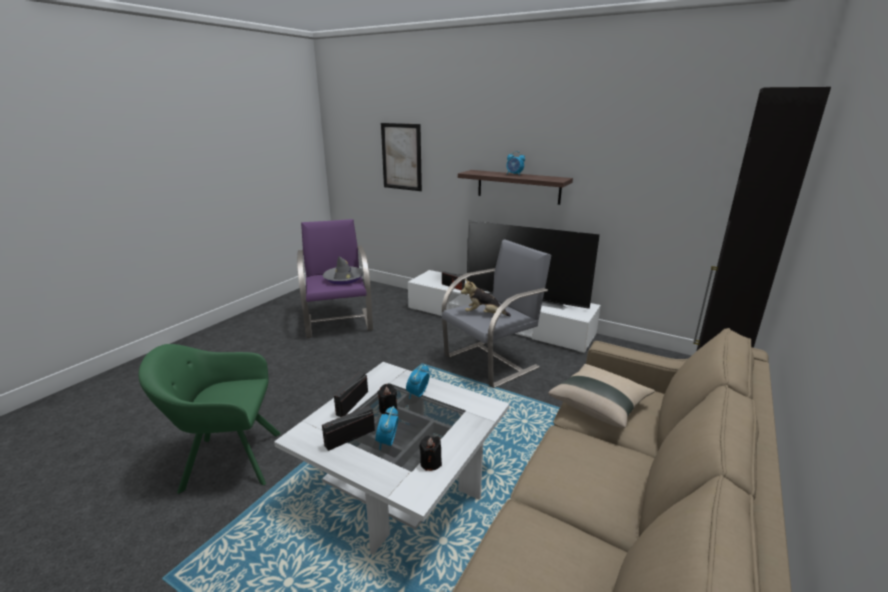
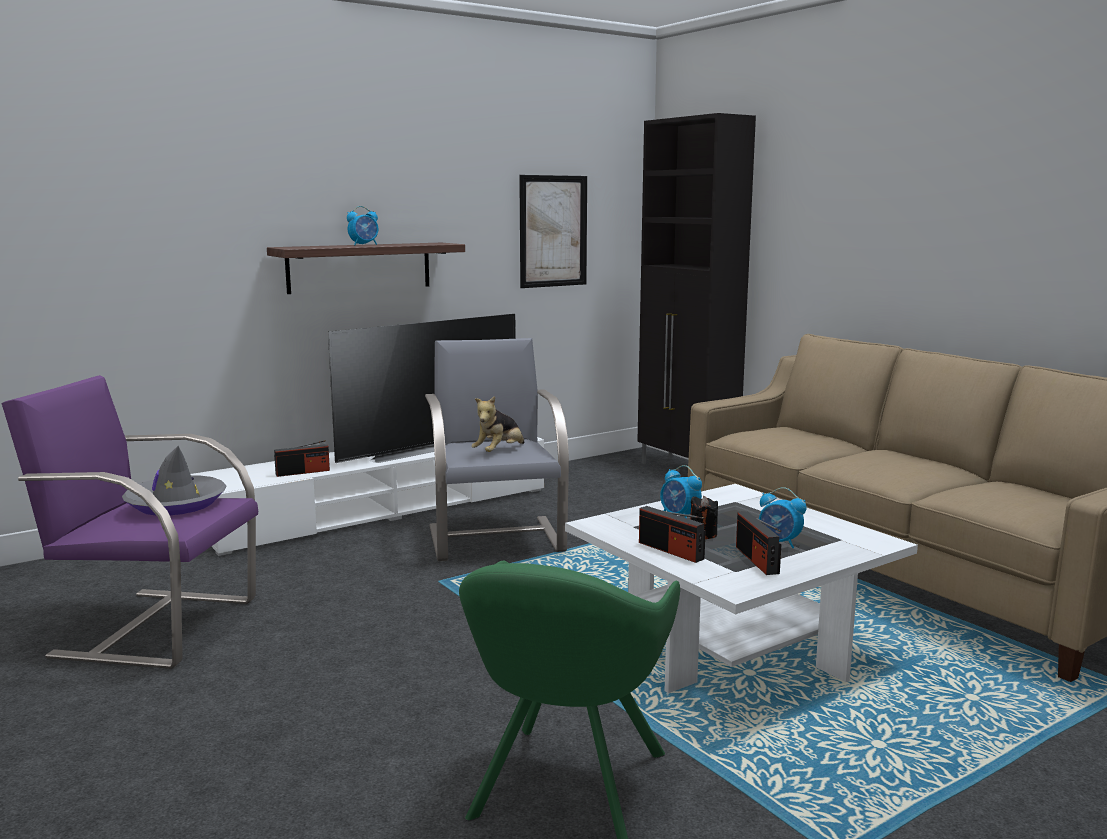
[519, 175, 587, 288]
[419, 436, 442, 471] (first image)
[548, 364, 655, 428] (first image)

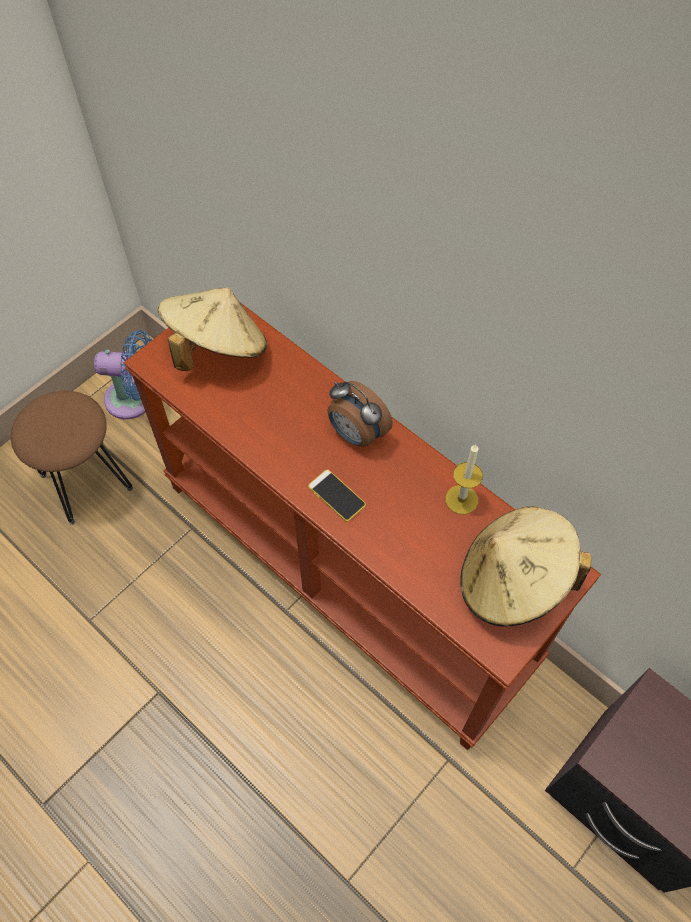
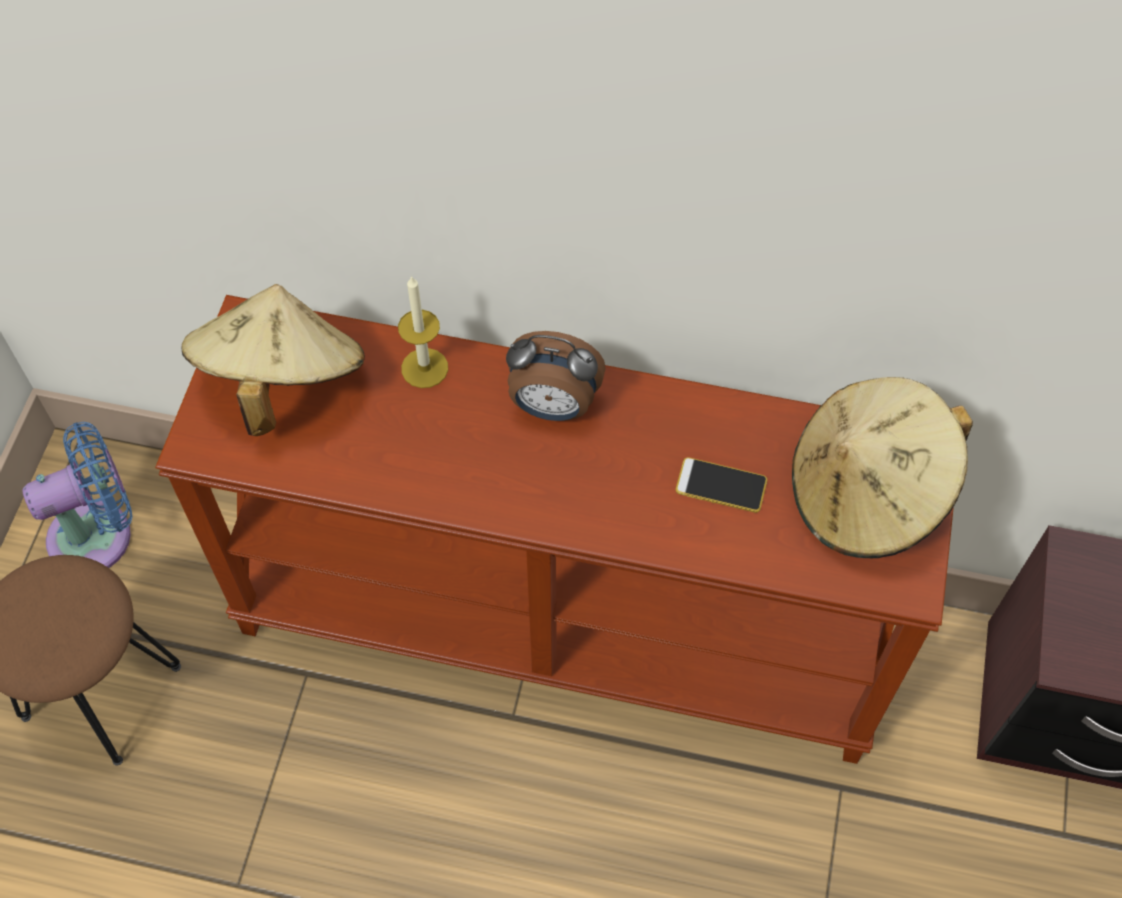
[398, 275, 448, 388]
[676, 457, 767, 513]

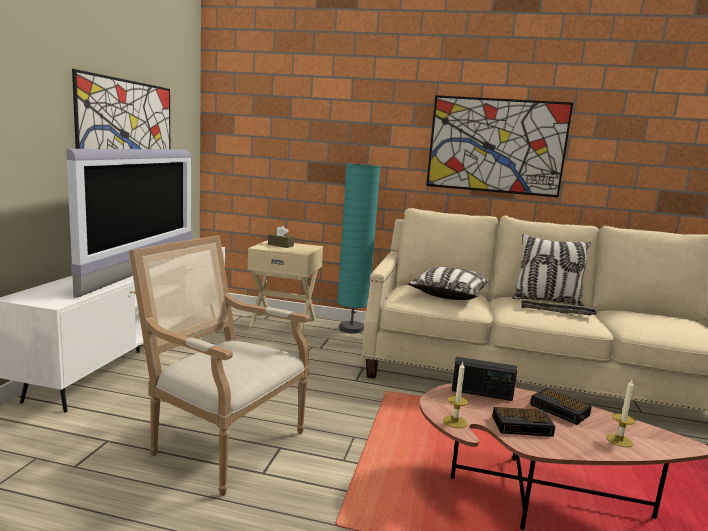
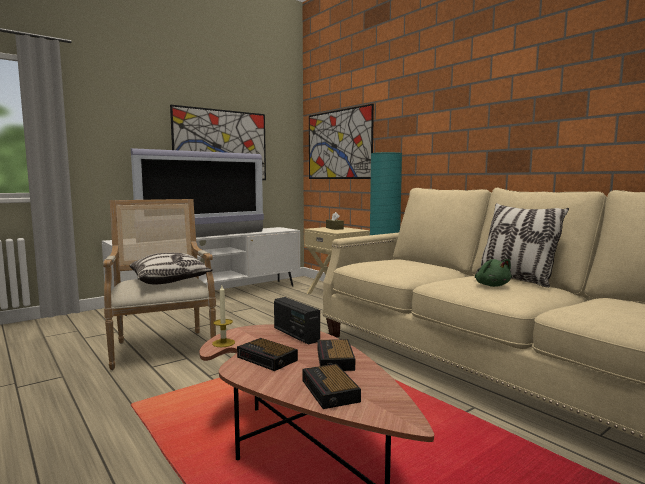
[130, 253, 213, 285]
[303, 364, 361, 409]
[309, 104, 374, 179]
[475, 259, 512, 287]

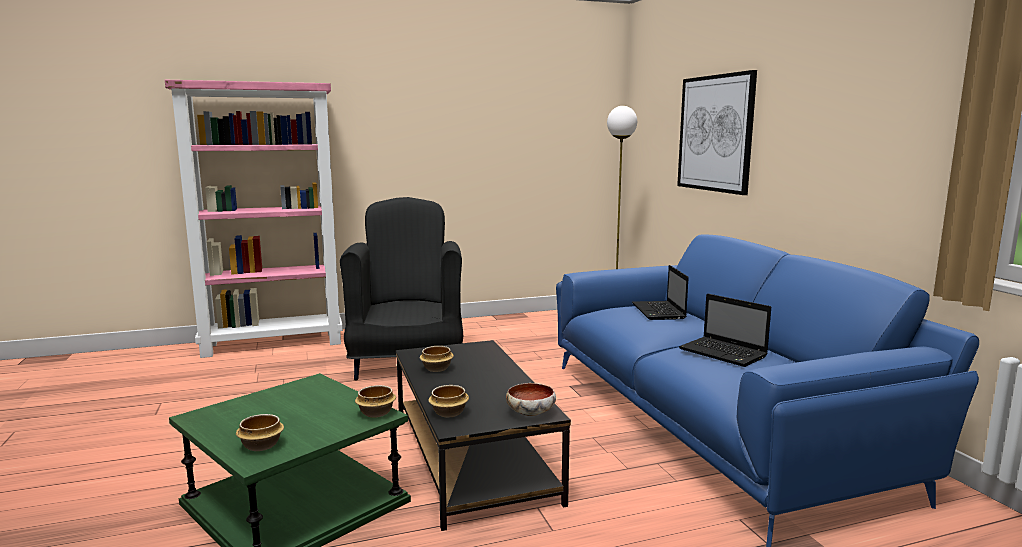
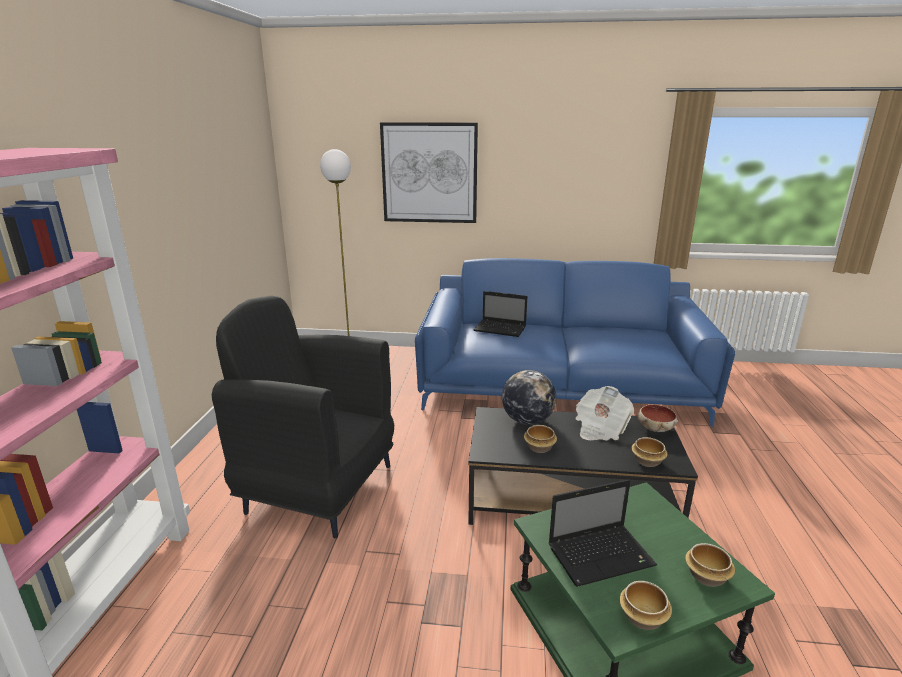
[502, 370, 556, 425]
[549, 479, 657, 587]
[575, 386, 634, 440]
[620, 581, 672, 630]

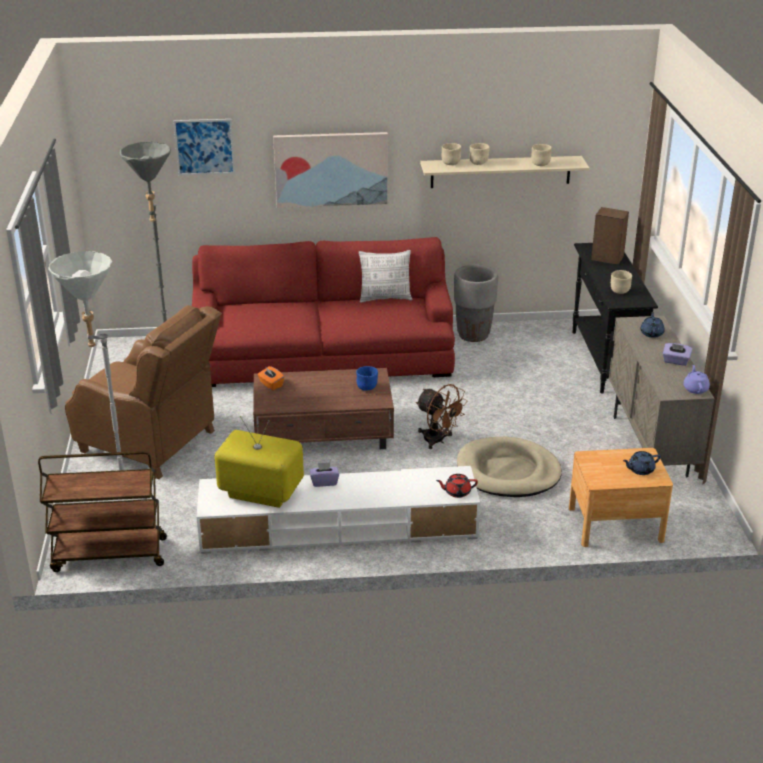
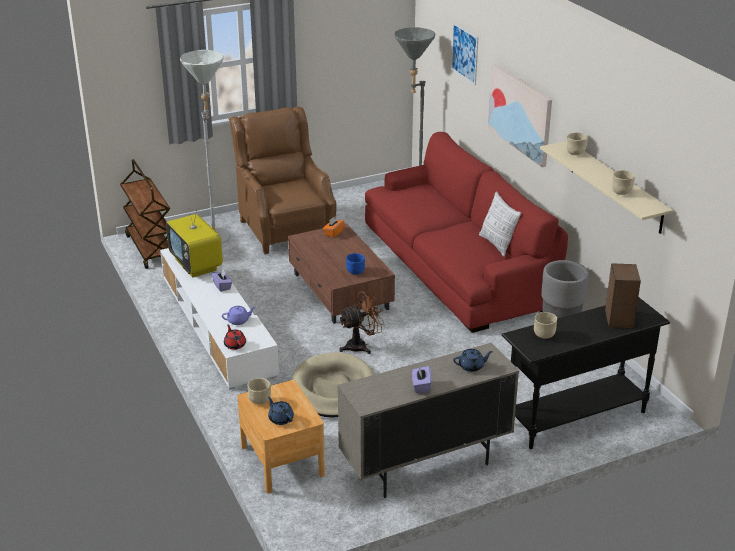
[166, 200, 223, 277]
[222, 306, 255, 325]
[229, 106, 337, 254]
[248, 378, 271, 404]
[339, 290, 384, 354]

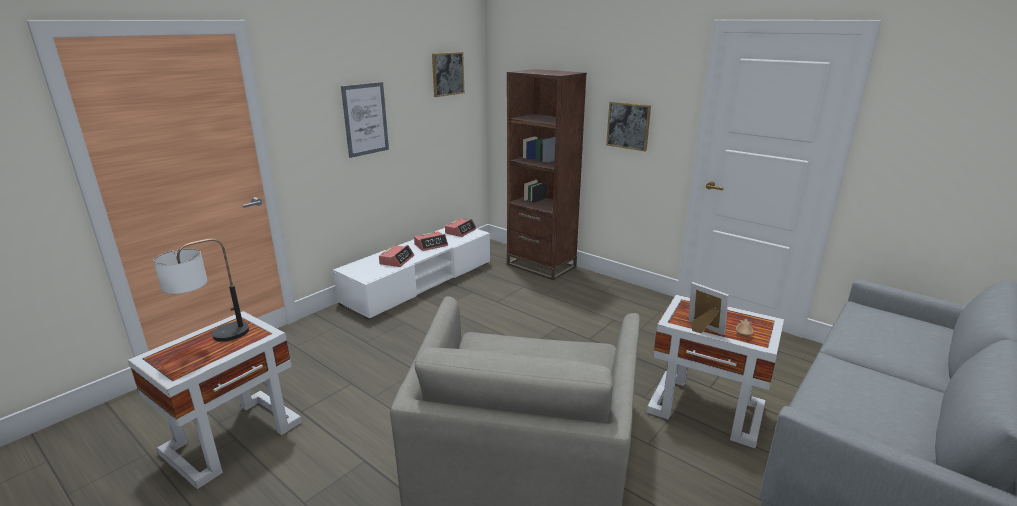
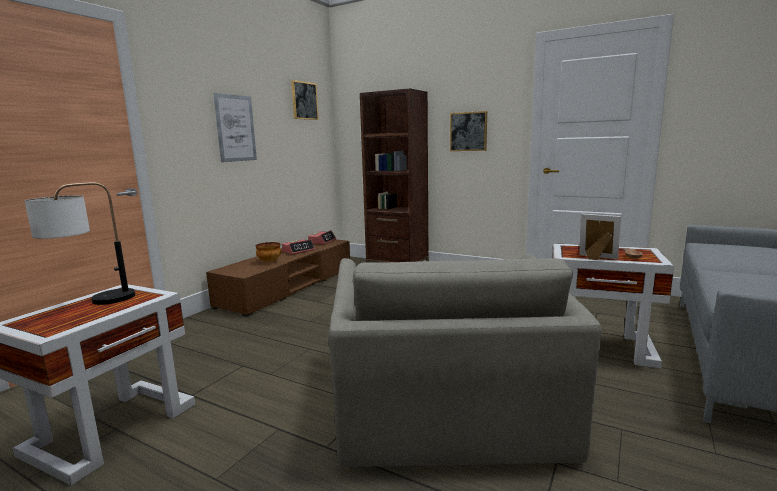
[206, 239, 350, 317]
[256, 242, 281, 262]

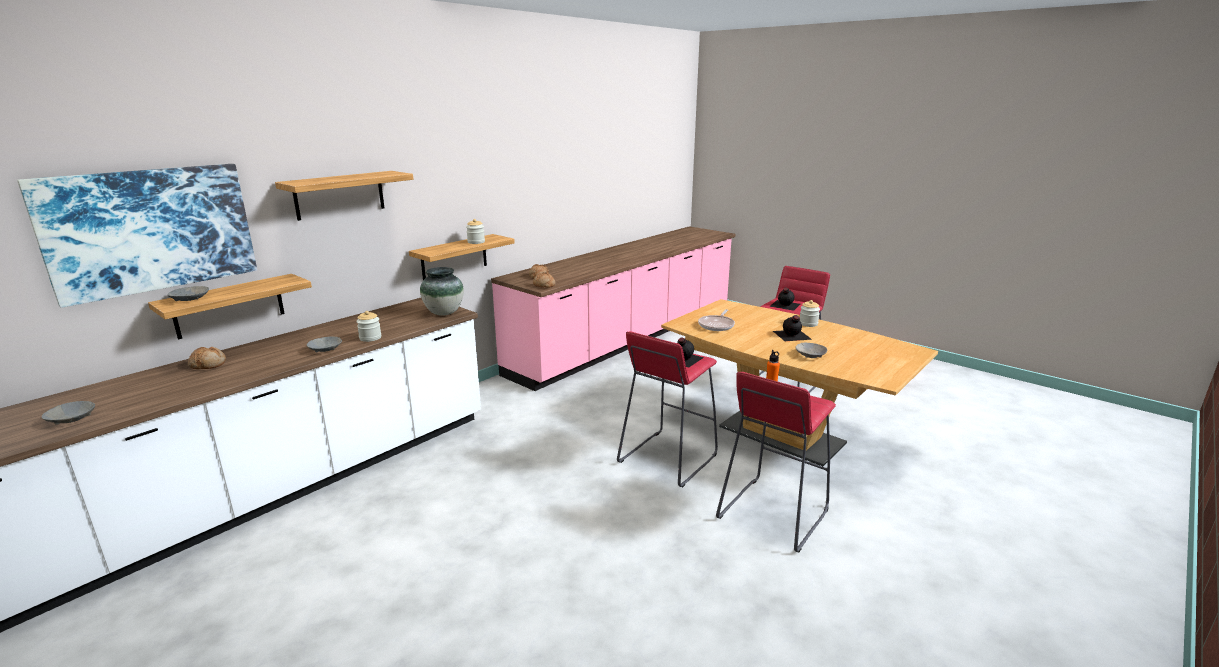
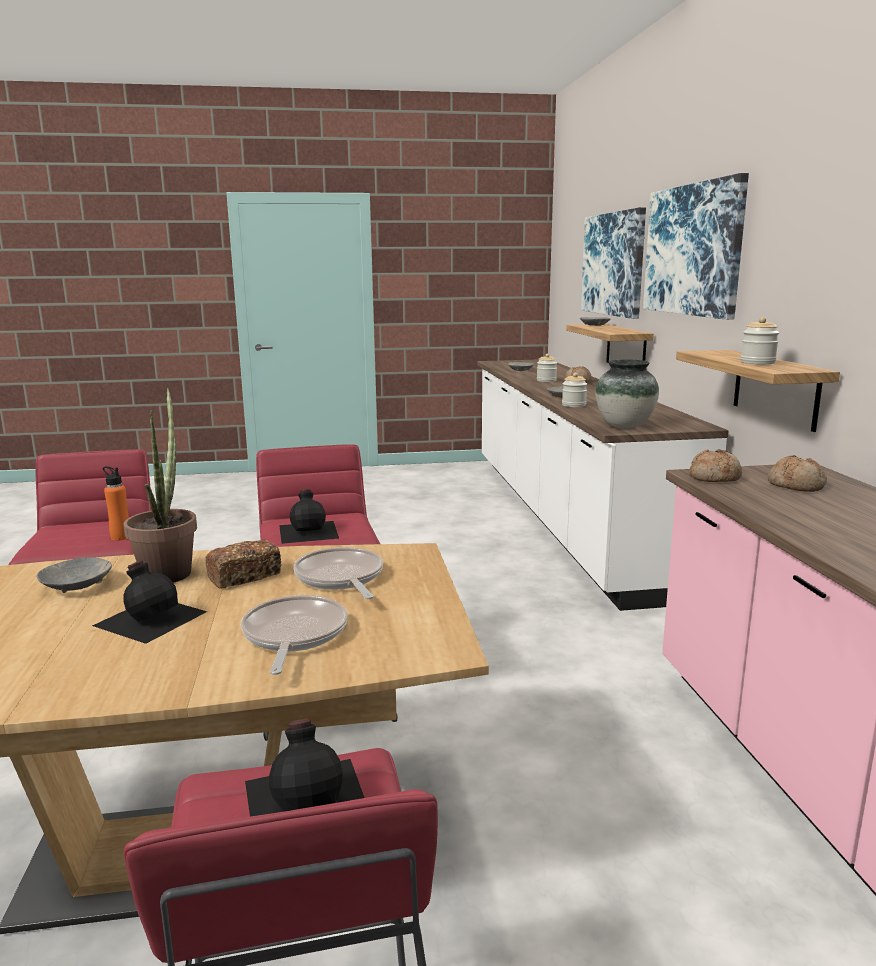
[123, 388, 197, 583]
[205, 539, 282, 589]
[241, 595, 348, 675]
[537, 354, 557, 382]
[643, 173, 749, 320]

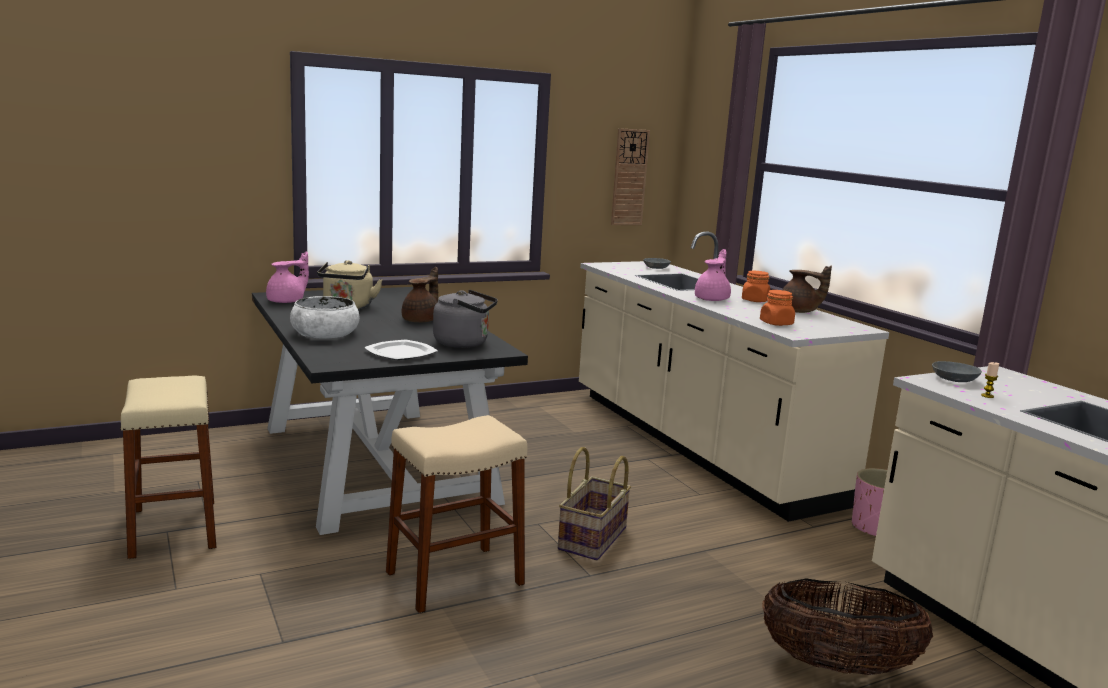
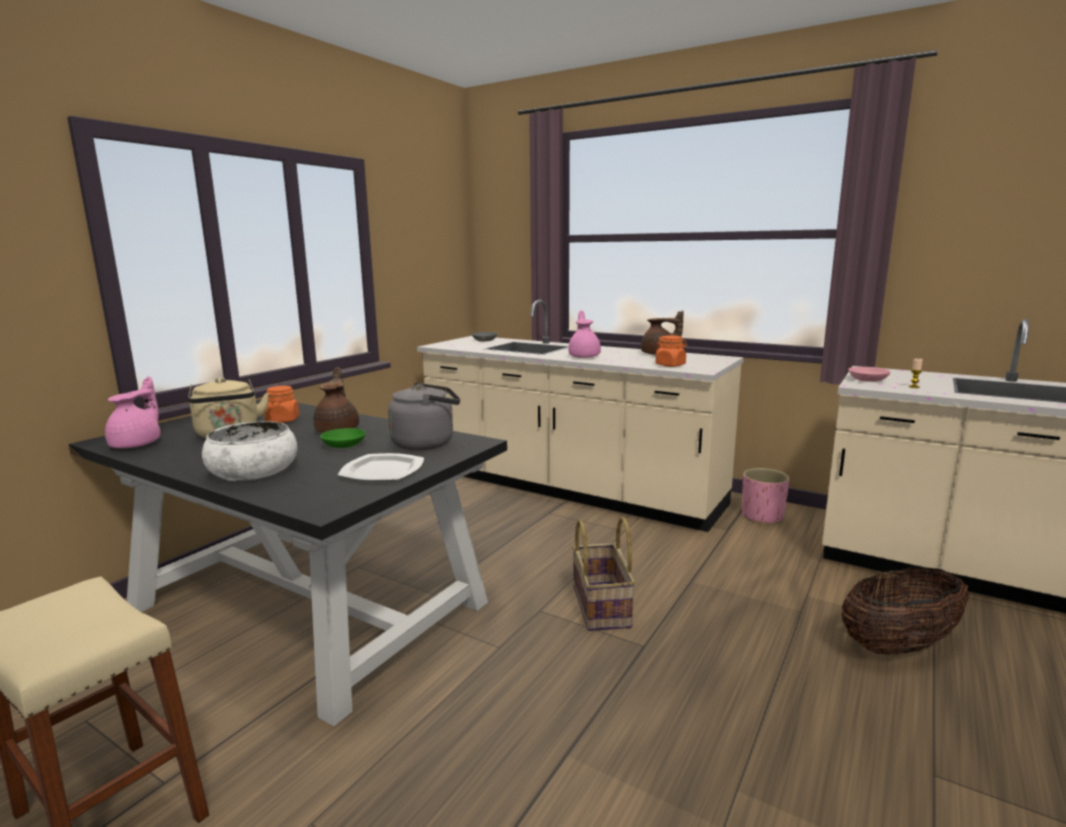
[264, 386, 300, 423]
[320, 428, 366, 448]
[848, 367, 891, 382]
[386, 415, 527, 613] (first image)
[611, 128, 650, 225] (first image)

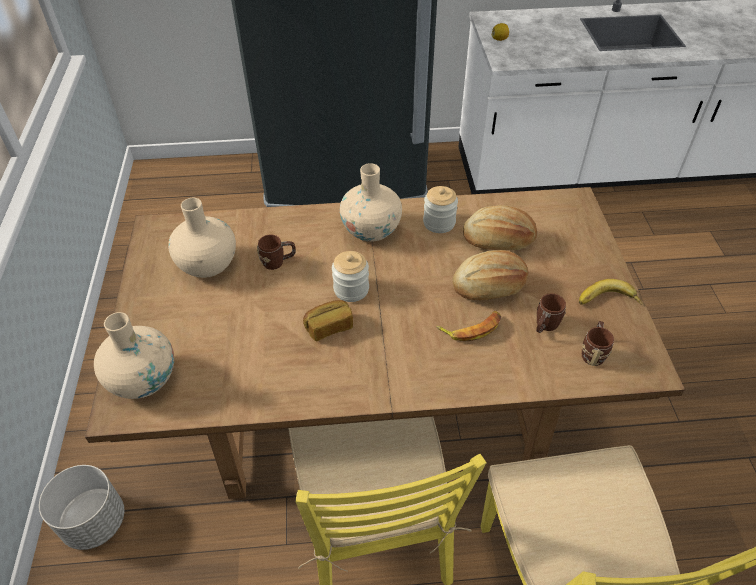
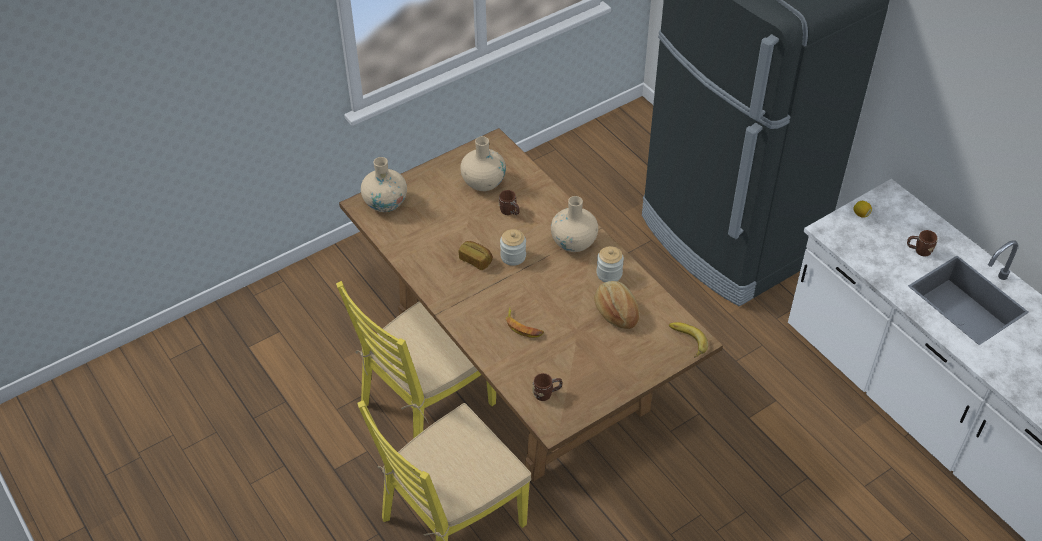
[669, 322, 708, 358]
[907, 230, 938, 257]
[39, 465, 124, 550] (first image)
[452, 250, 528, 300] (first image)

